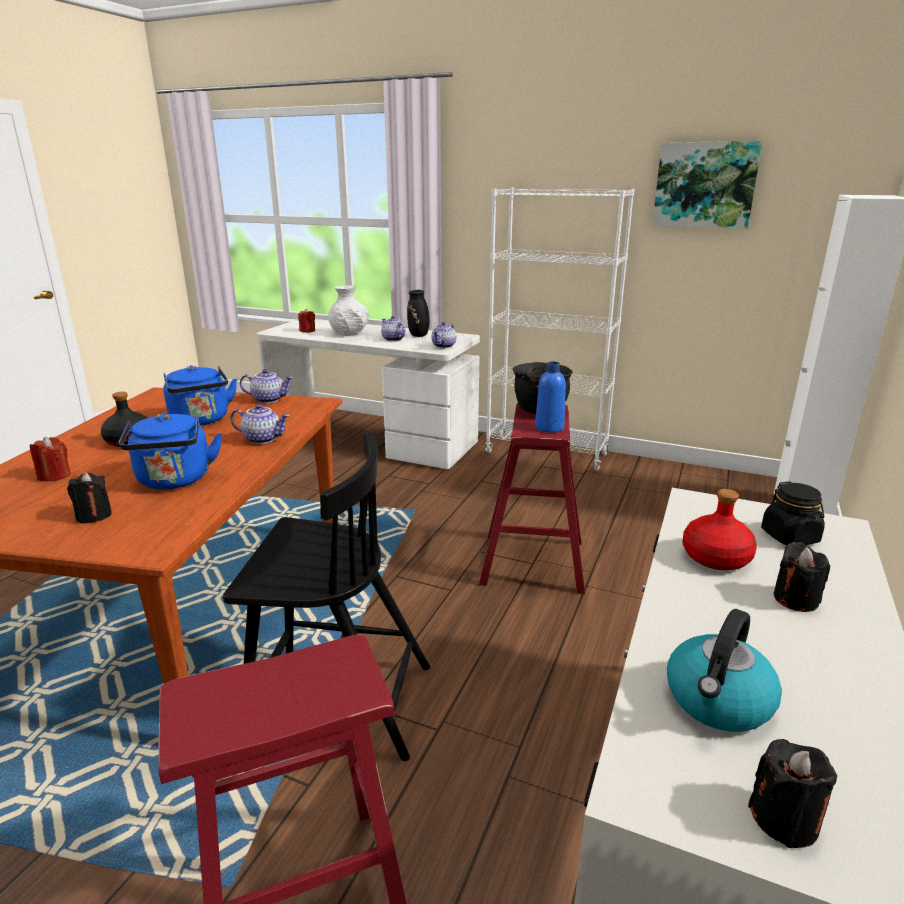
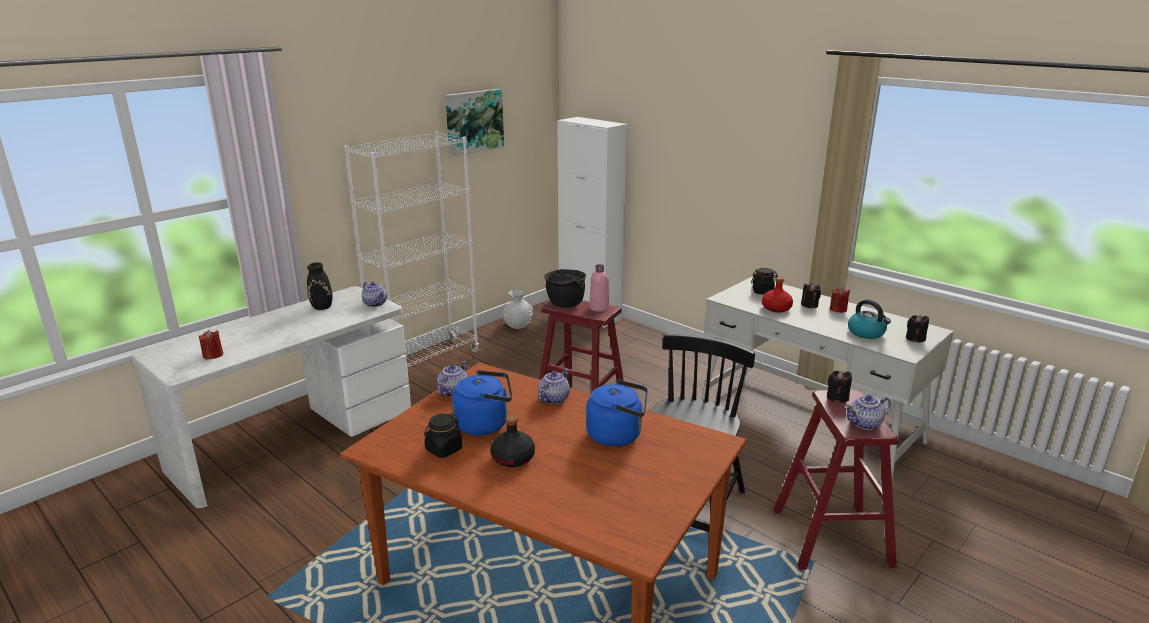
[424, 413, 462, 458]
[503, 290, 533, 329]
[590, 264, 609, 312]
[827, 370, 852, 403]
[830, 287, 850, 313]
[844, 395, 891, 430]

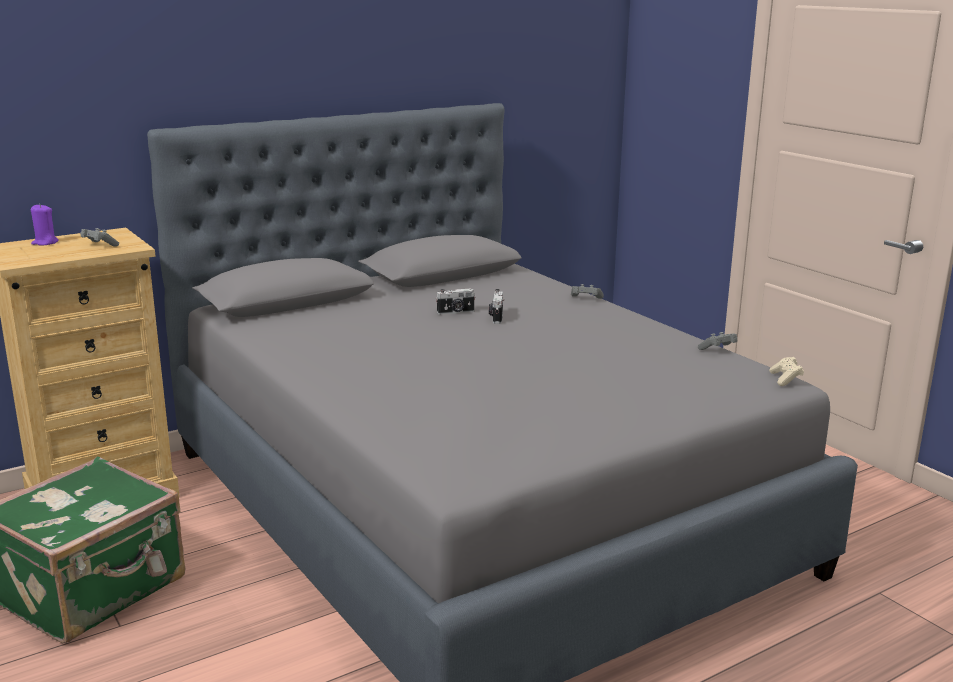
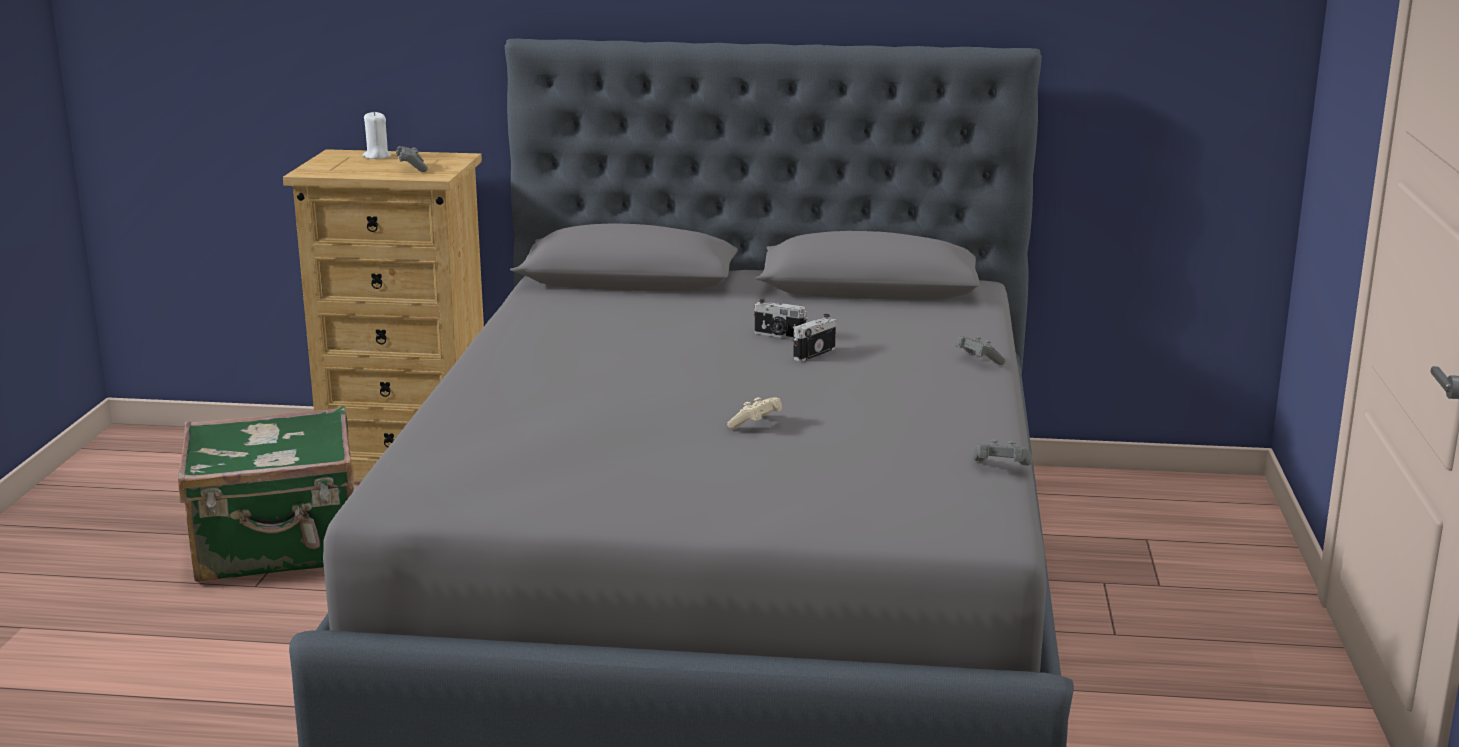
[363, 111, 391, 159]
[727, 397, 782, 429]

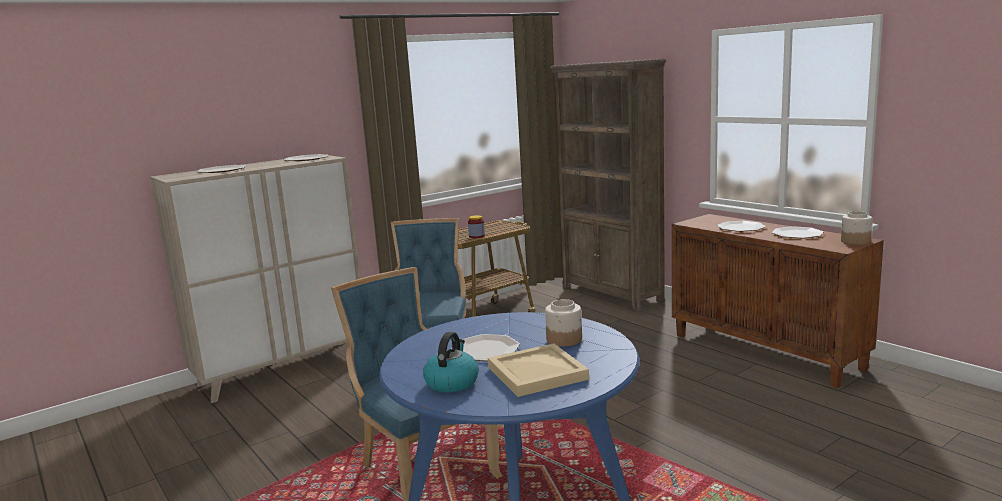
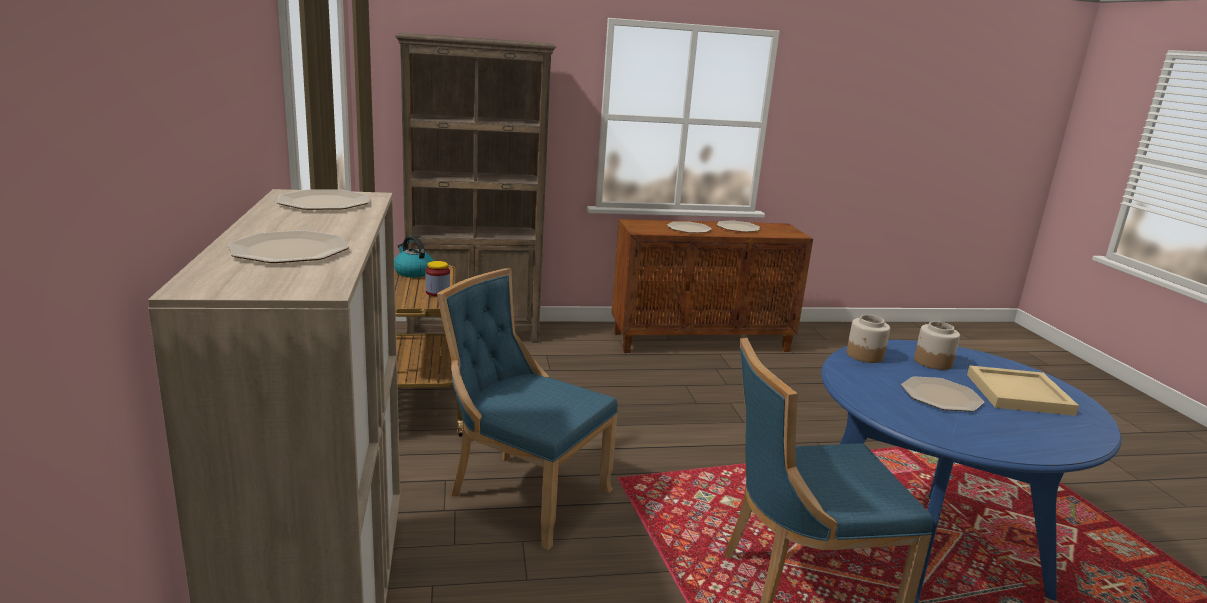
[394, 236, 434, 277]
[847, 315, 890, 363]

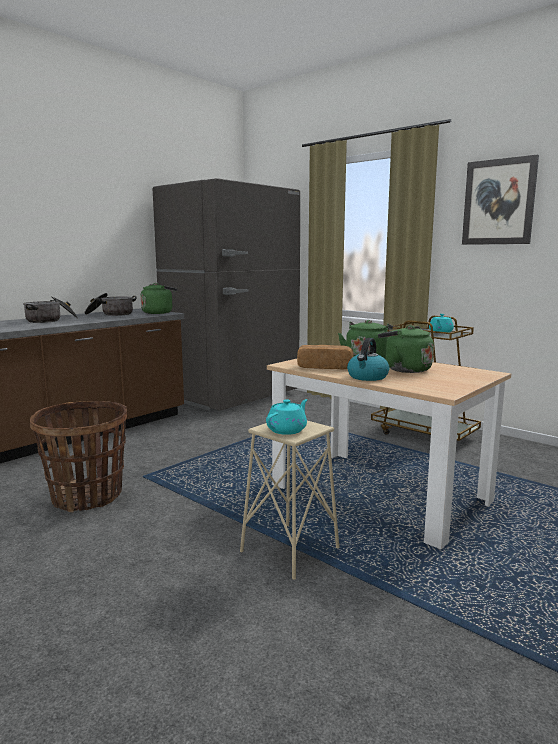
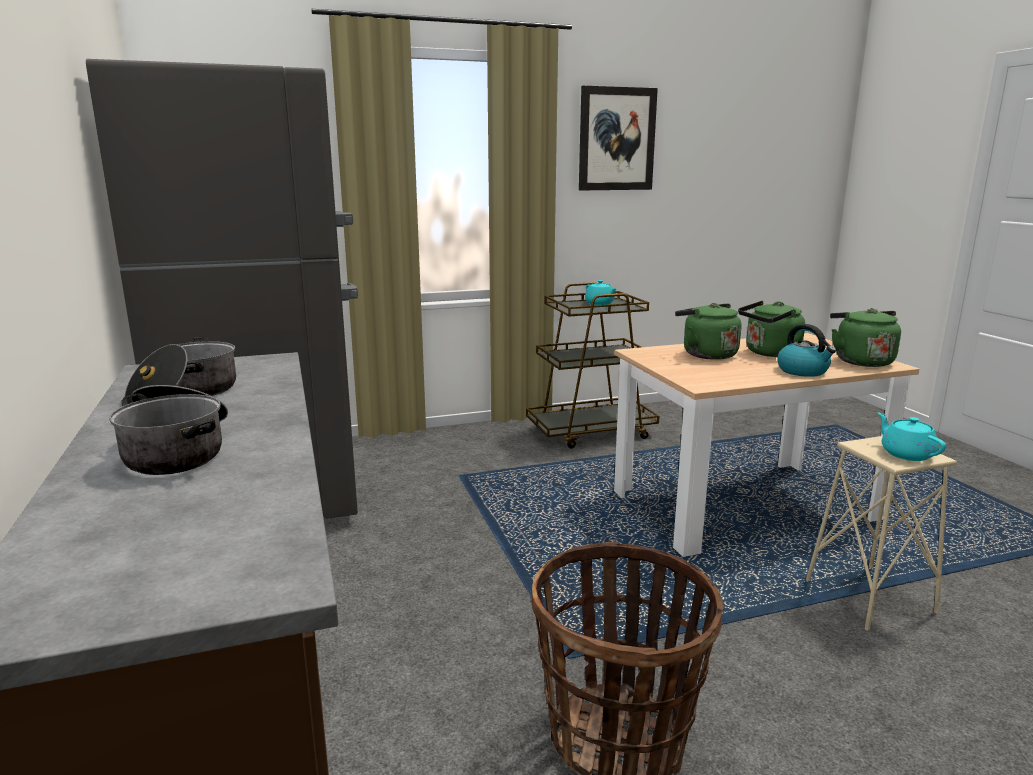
[830, 308, 901, 367]
[297, 345, 354, 369] (first image)

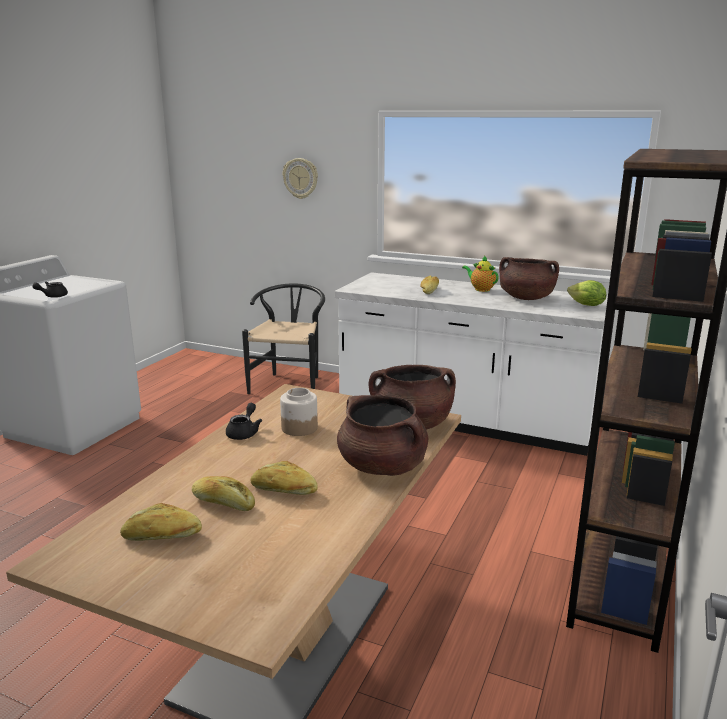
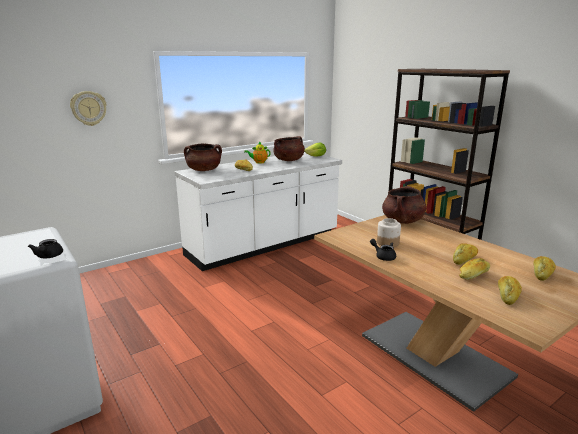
[184, 143, 222, 171]
[533, 256, 556, 281]
[242, 283, 325, 394] (first image)

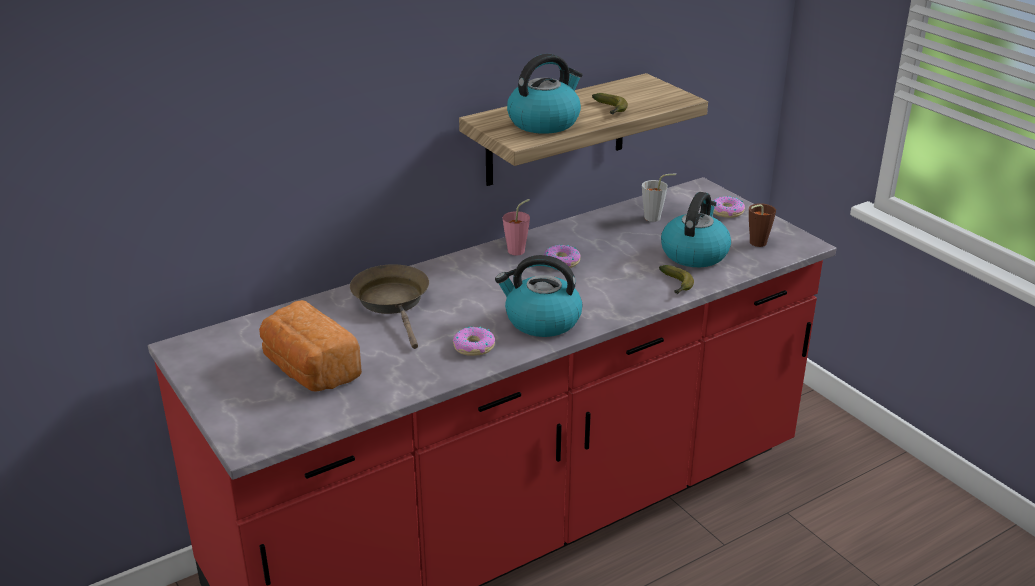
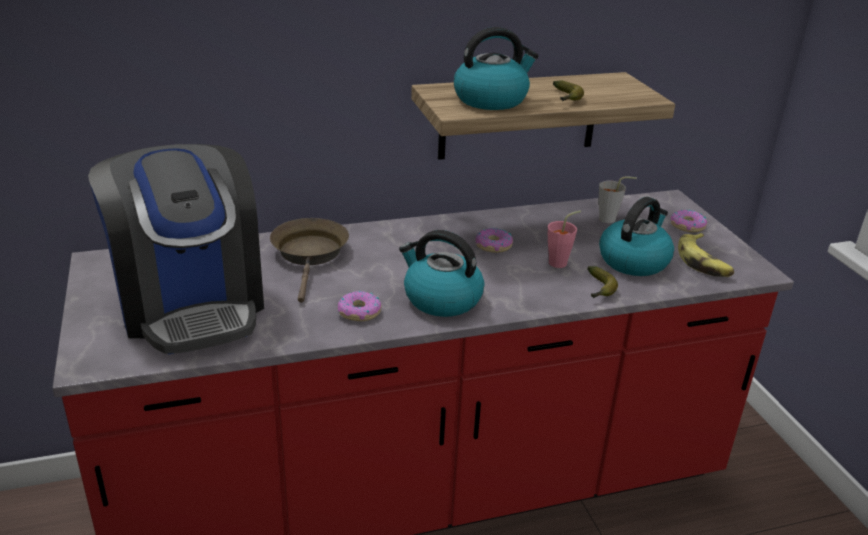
[88, 144, 264, 354]
[548, 210, 581, 268]
[678, 233, 734, 277]

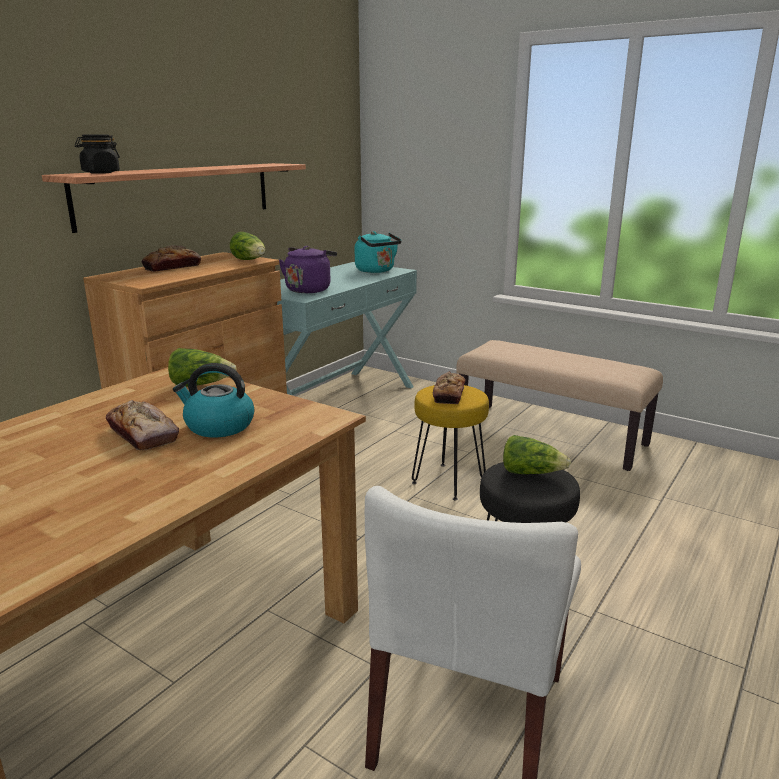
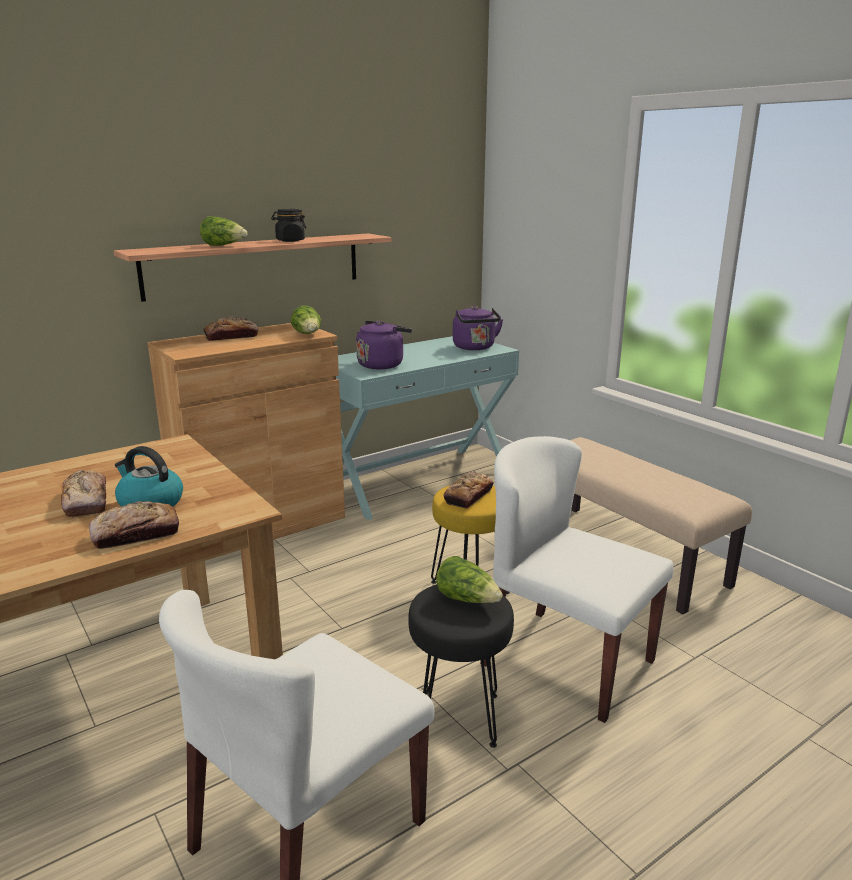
[89, 501, 179, 549]
[200, 216, 247, 246]
[271, 209, 306, 242]
[453, 306, 503, 350]
[480, 436, 674, 723]

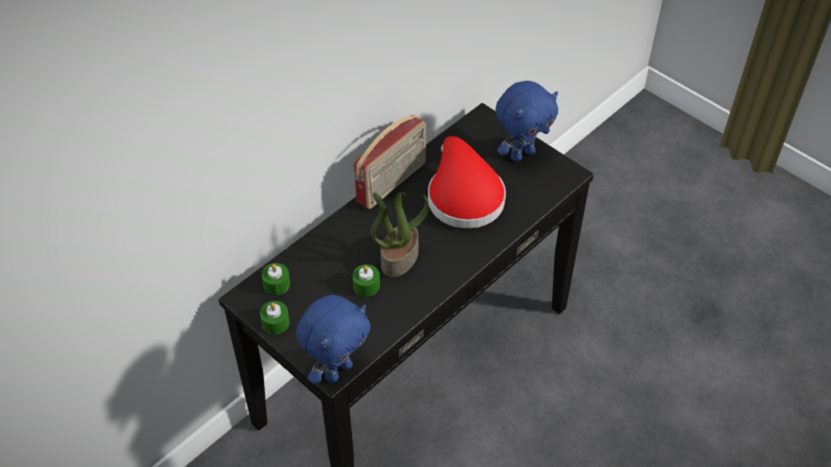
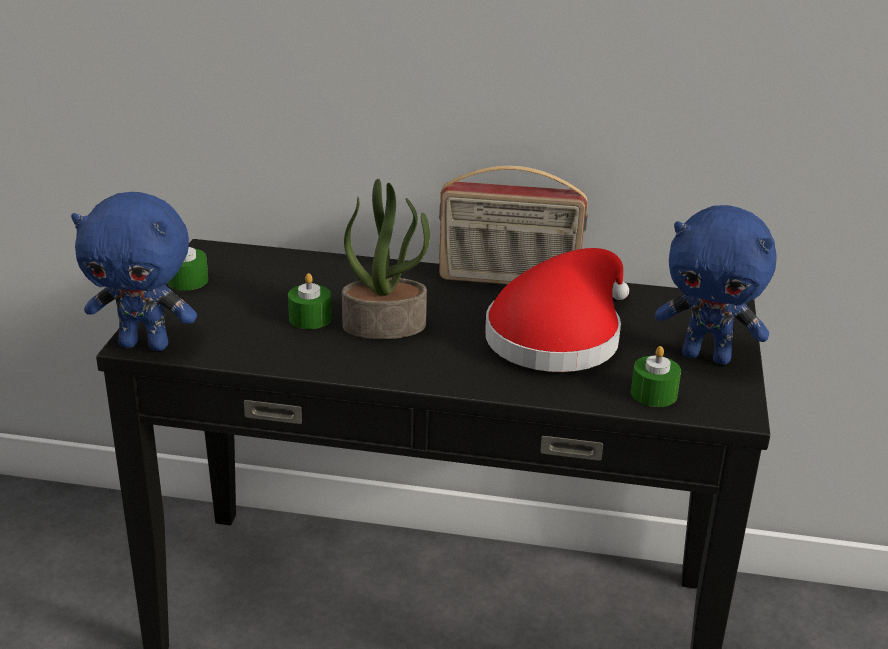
[631, 346, 681, 407]

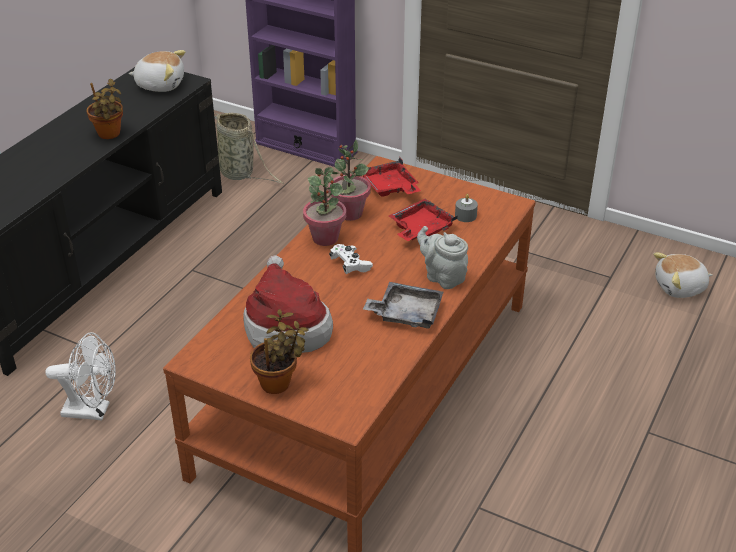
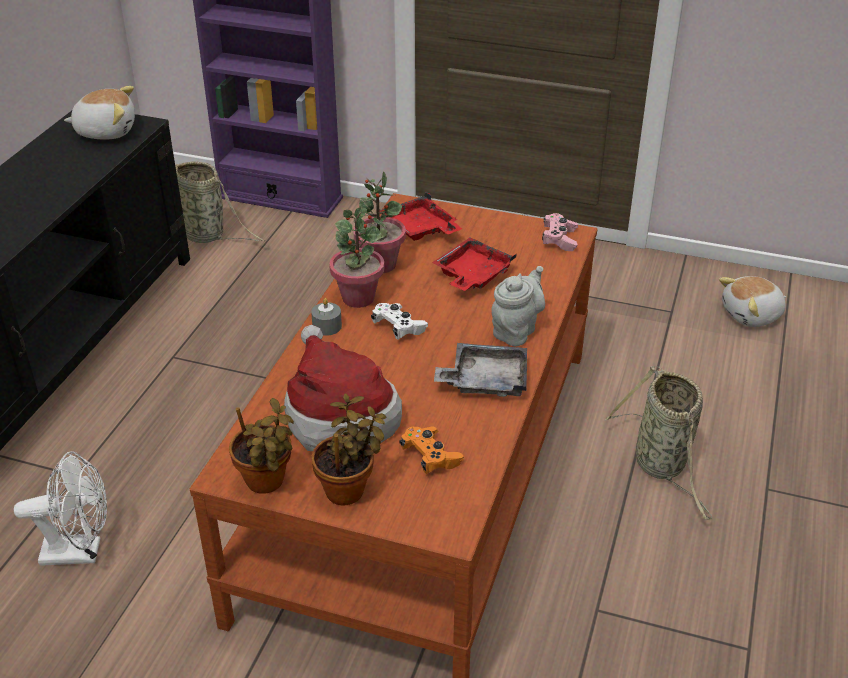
[229, 398, 294, 494]
[311, 298, 342, 336]
[399, 427, 464, 474]
[491, 266, 545, 346]
[542, 213, 578, 251]
[604, 366, 712, 519]

